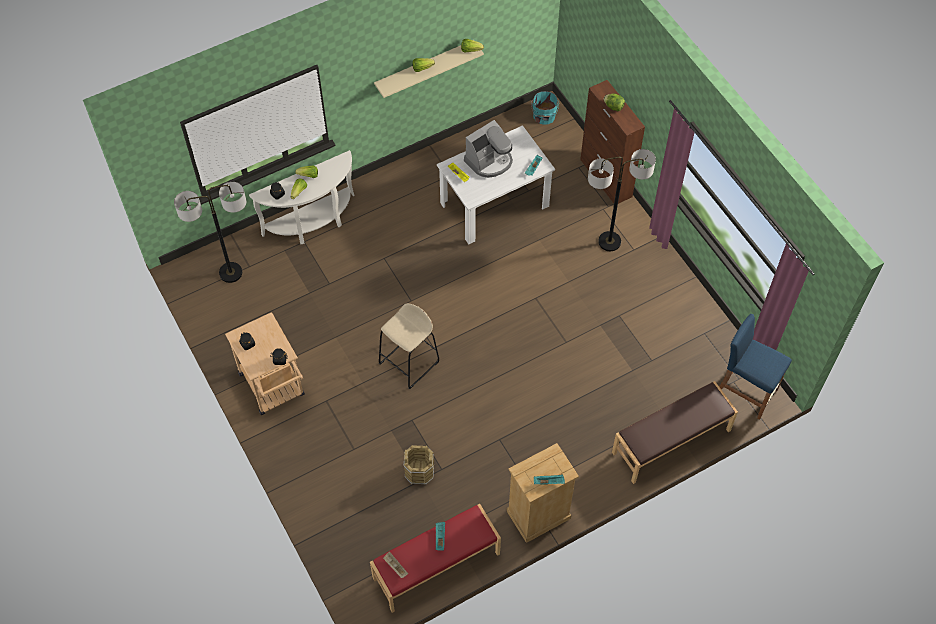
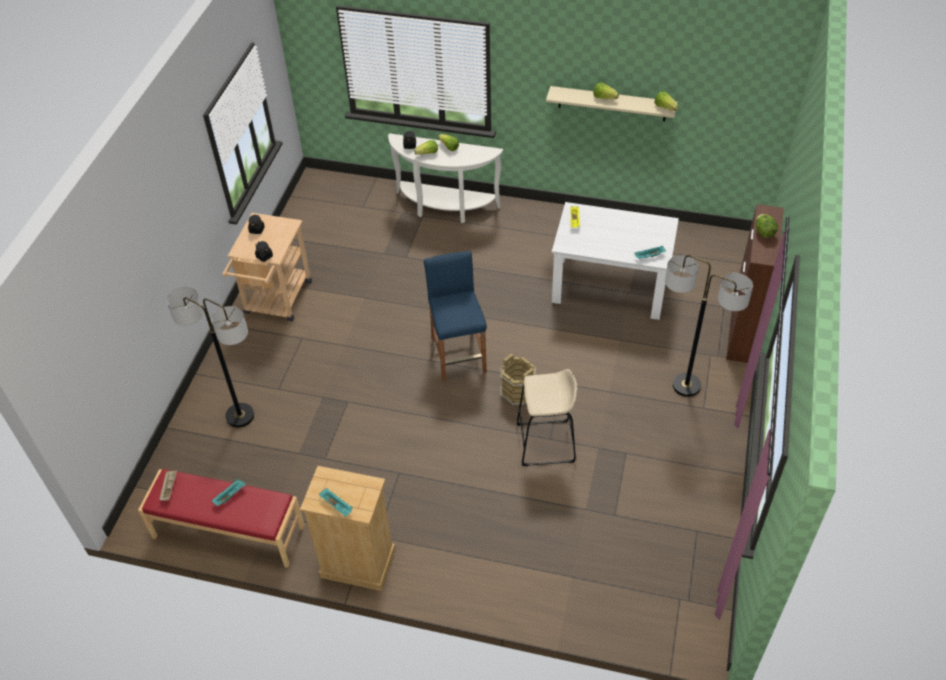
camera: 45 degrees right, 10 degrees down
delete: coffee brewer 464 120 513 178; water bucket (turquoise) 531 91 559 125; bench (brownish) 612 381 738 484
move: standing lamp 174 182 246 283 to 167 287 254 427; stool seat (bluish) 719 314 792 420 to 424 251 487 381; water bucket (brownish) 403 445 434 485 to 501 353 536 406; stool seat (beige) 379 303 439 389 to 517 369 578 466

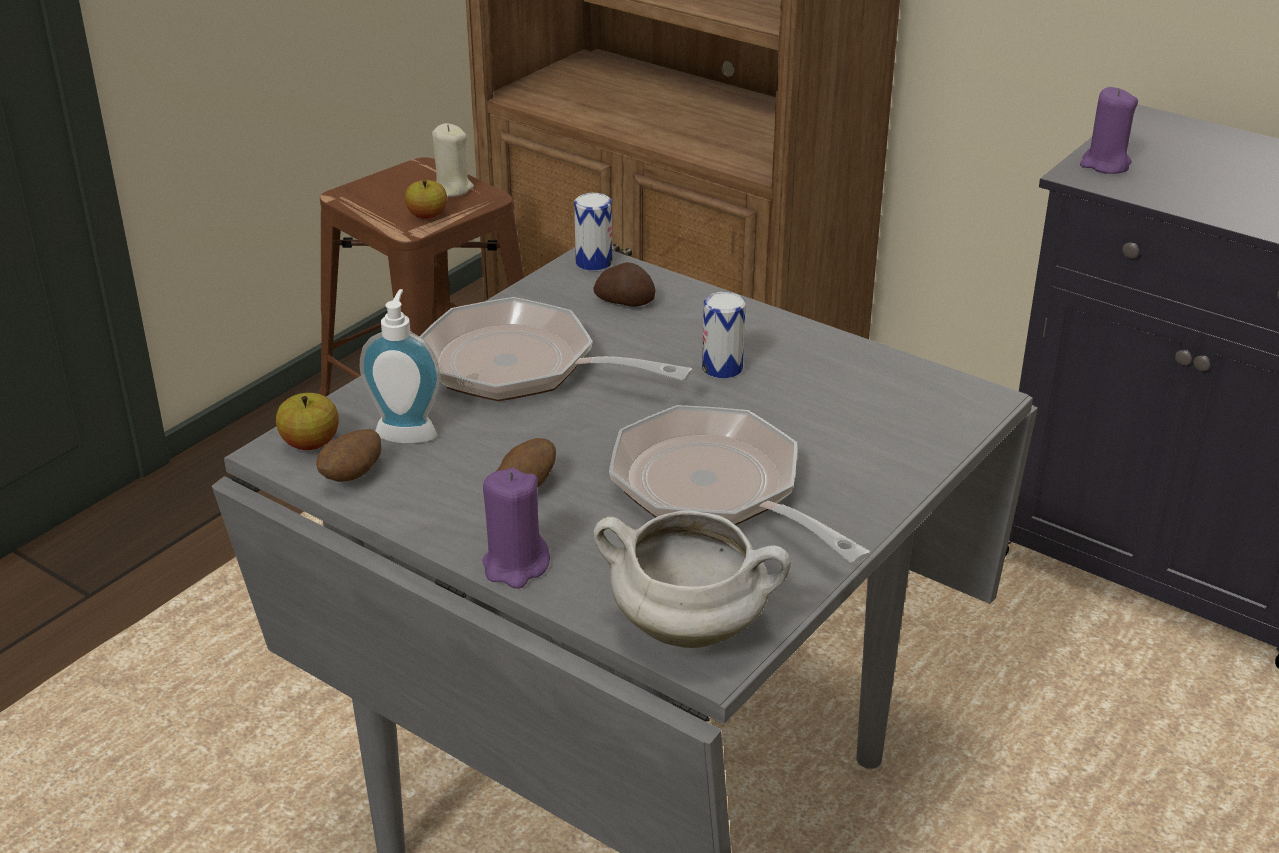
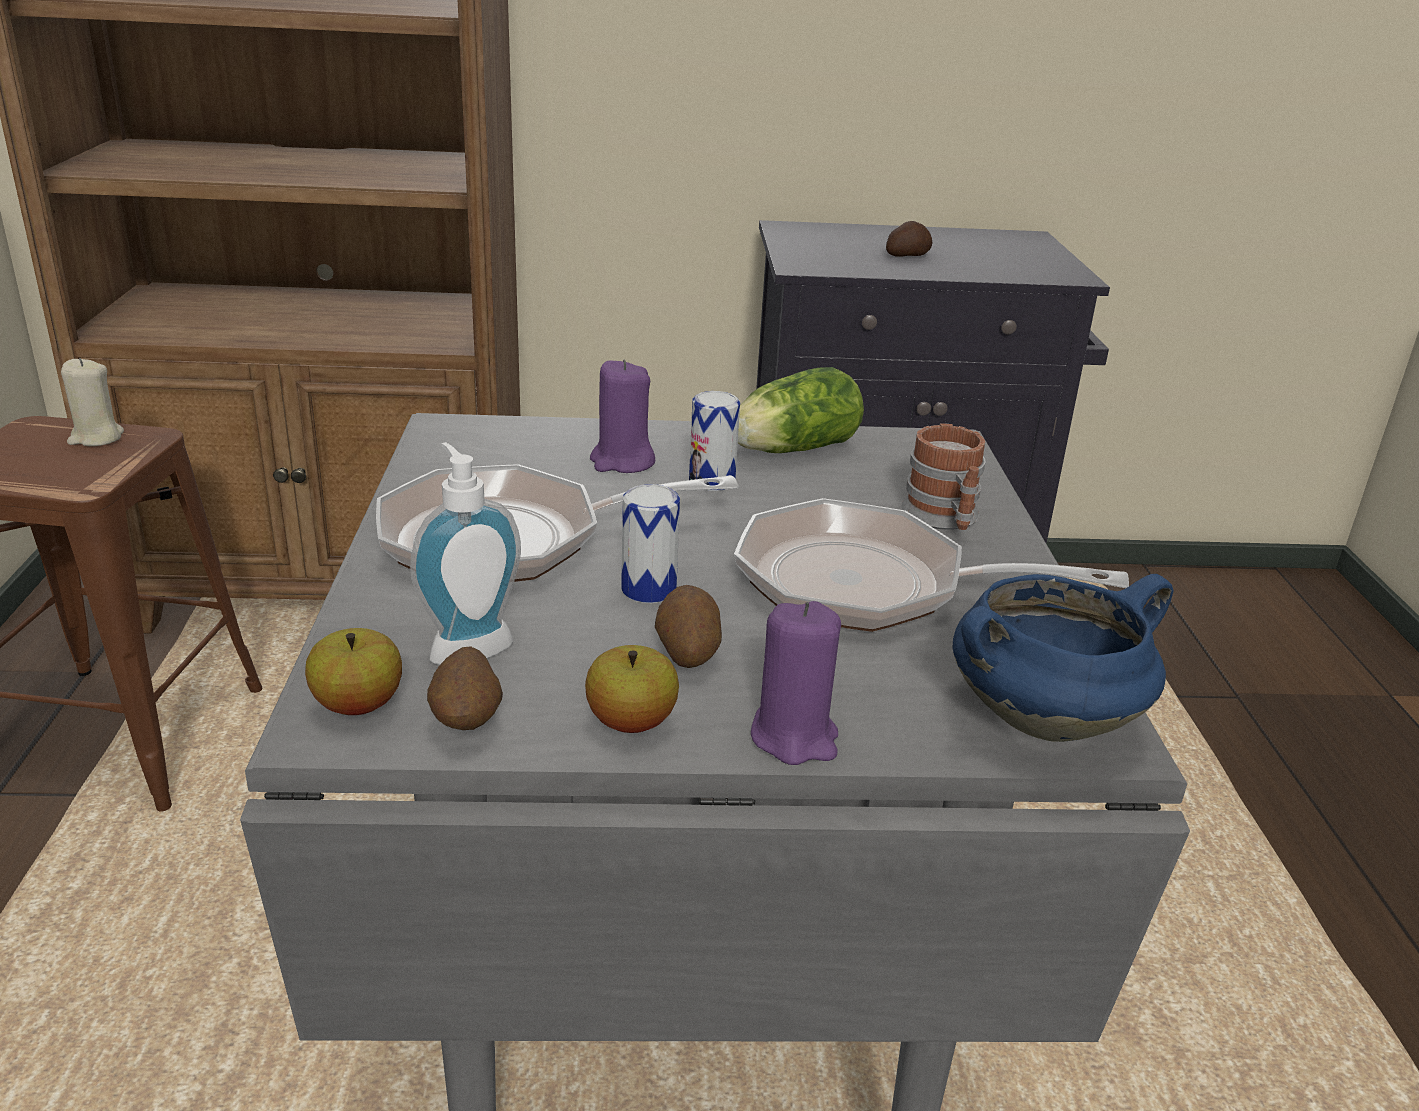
camera: 40 degrees left, 5 degrees down
insert: lettuce 738 367 864 453; coffee mug 901 424 986 530
move: whole apple 405 180 447 219 to 585 645 679 733; candle (purplish) 1080 87 1138 174 to 590 359 655 473; sealed can 574 193 612 271 to 621 484 680 603; whole potato 594 262 656 307 to 886 221 932 257
recolor: cooking pot (white-coloured) 593 510 791 648 to cooking pot (bluish) 953 574 1174 742

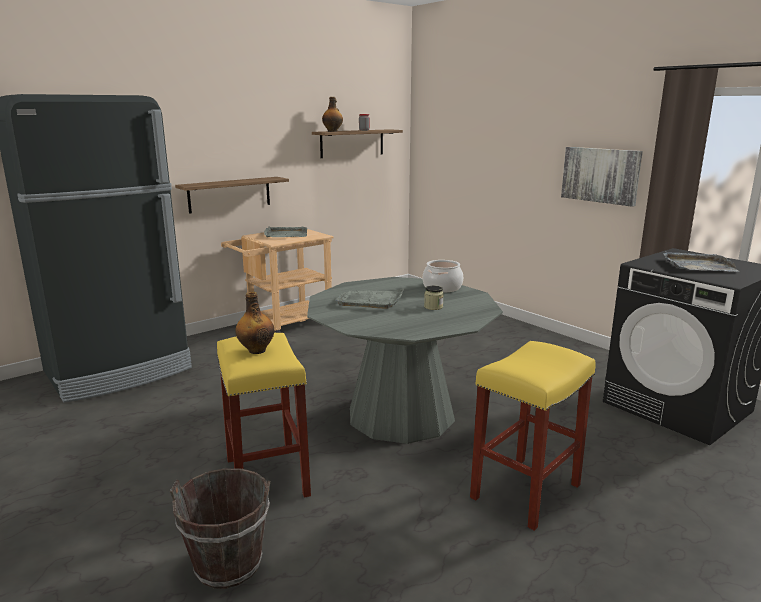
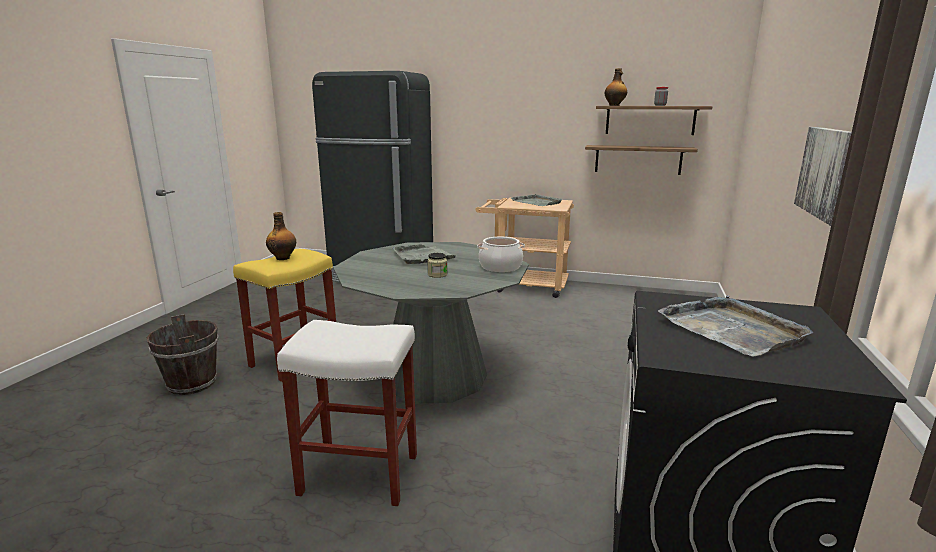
camera: 55 degrees right, 0 degrees up
move: bracket shelf 175 177 289 214 to 585 145 698 175
recolor: stool seat (yellowish) 470 341 596 531 to stool seat (white-coloured) 277 320 417 506

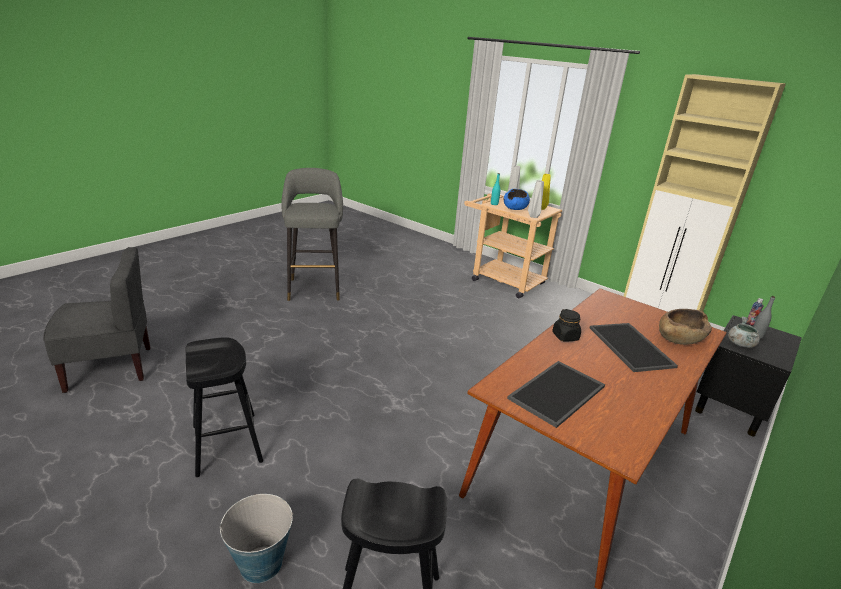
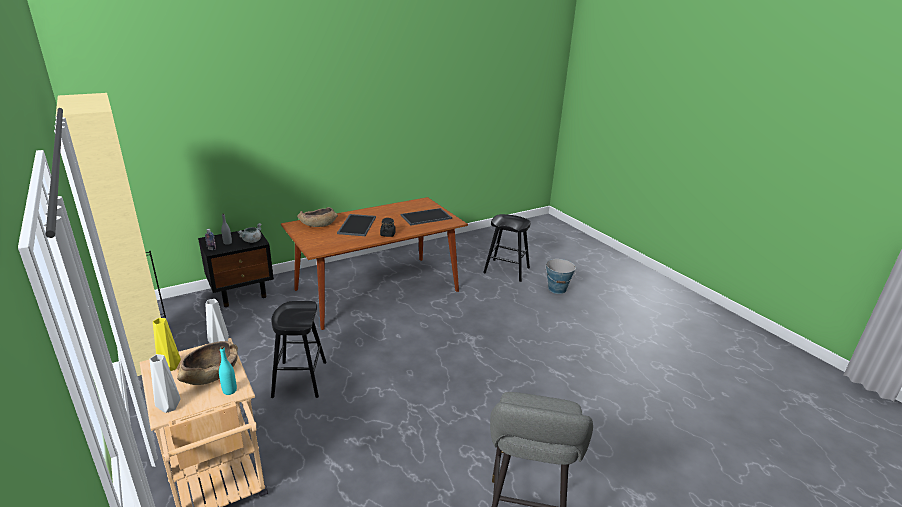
camera: 160 degrees left, 0 degrees up
delete: chair (grey) 43 247 151 393
move: stool seat (black) 185 337 263 477 to 271 301 327 398
recolor: serving bowl (bluish) 504 189 530 210 to serving bowl (brownish) 177 341 238 385

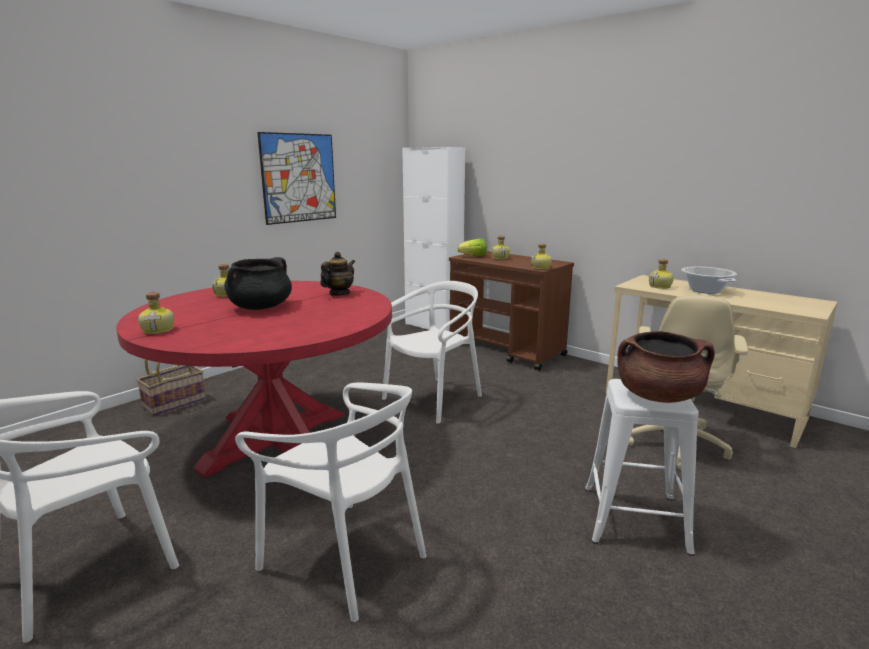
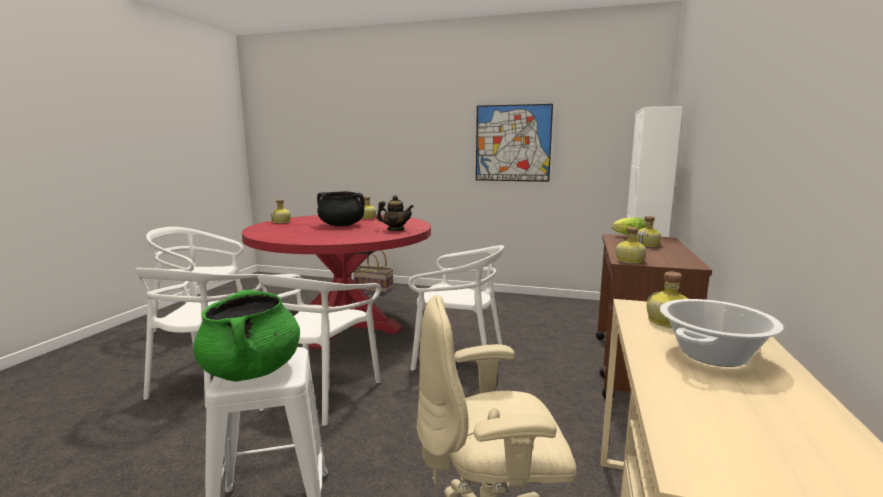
camera: 65 degrees right, 5 degrees down
insert: chair (white-coloured) 257 274 381 426
recolor: cooking pot (brownish) 617 331 715 403 to cooking pot (green-coloured) 193 290 300 382

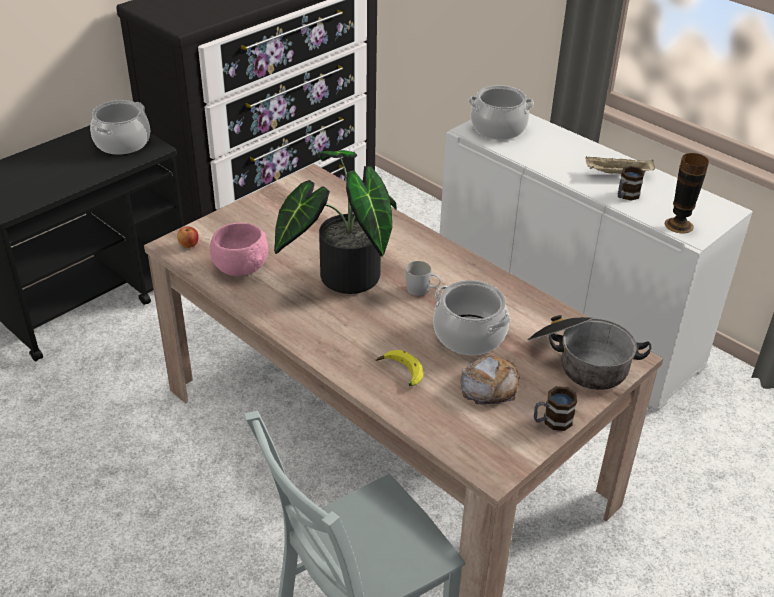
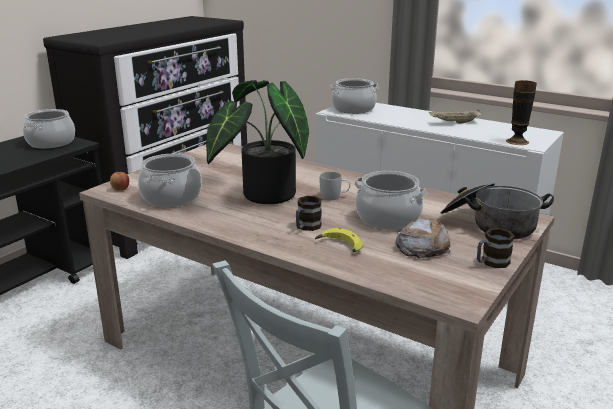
camera: 10 degrees left, 15 degrees down
move: coffee mug 618 166 645 201 to 296 196 322 231
replace: serving bowl (pink) 210 223 268 276 to cooking pot 138 154 202 207

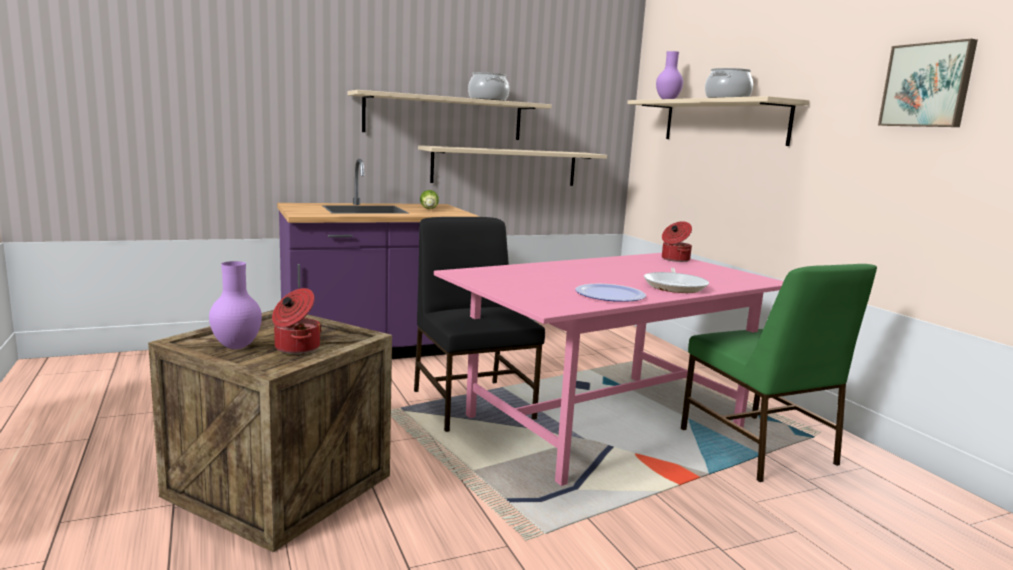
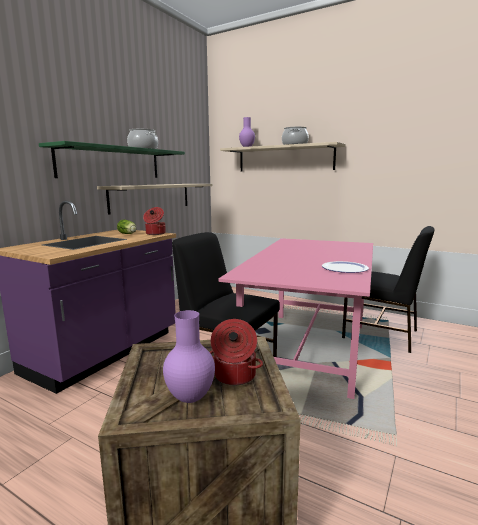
camera: 35 degrees left, 0 degrees up
delete: skillet 644 268 709 293; wall art 878 39 978 127
move: cooking pot 662 221 692 262 to 143 207 166 235
recolor: bracket shelf (beige) 348 90 552 140 to bracket shelf (green-coloured) 39 141 185 178; chair (green-coloured) 681 264 877 482 to chair (black) 342 226 434 353

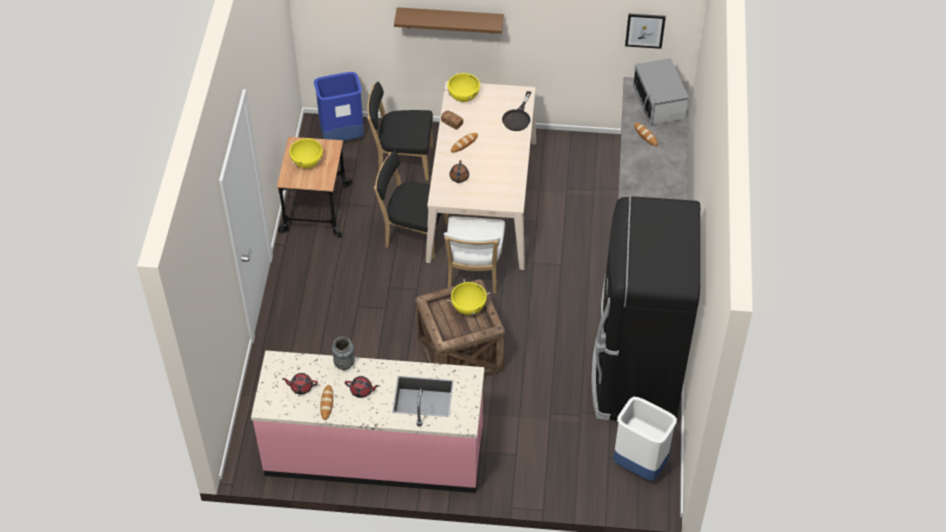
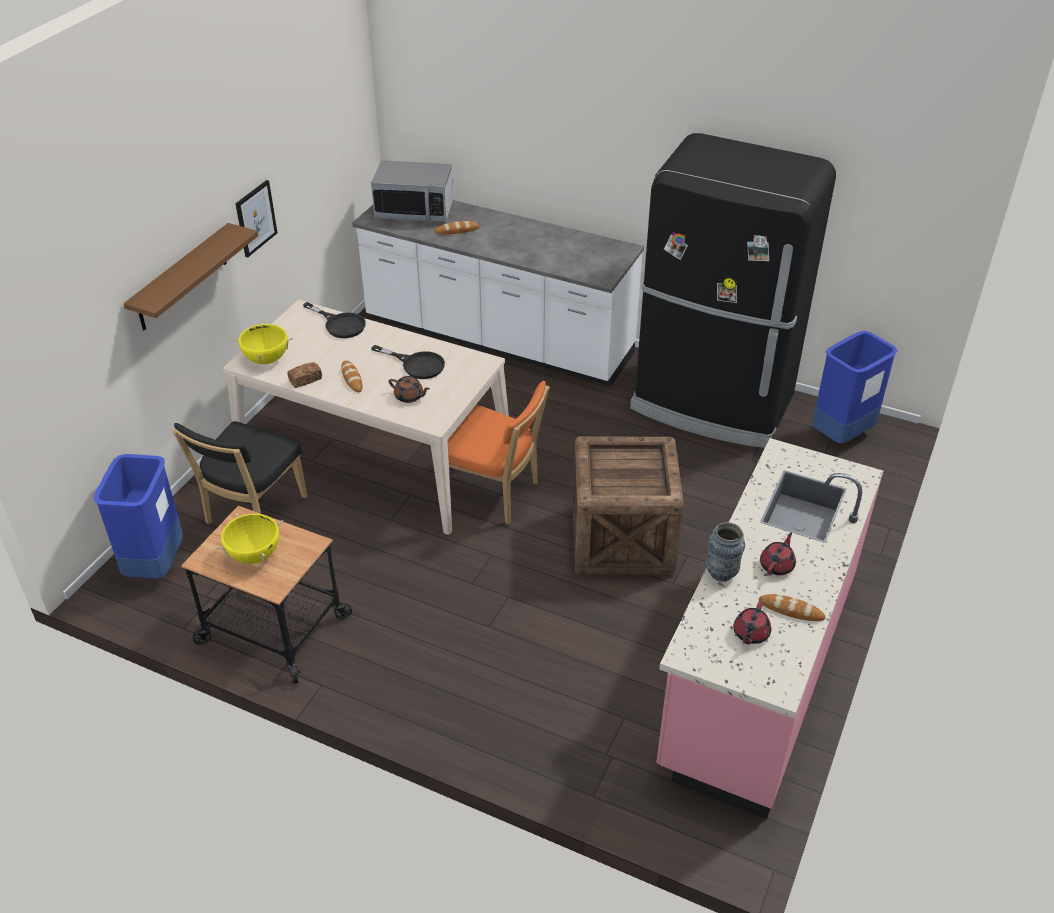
camera: 70 degrees left, 10 degrees down
delete: chair (black) 374 150 449 259; cooking pot (yellowish) 447 279 491 316
insert: skillet (black) 371 345 445 379
move: wall art 625 14 666 49 to 235 180 277 257
recolor: chair (white-coloured) 444 216 505 294 to chair (orangey) 447 381 549 524; rubbish bin (white-coloured) 613 397 677 481 to rubbish bin (bluish) 812 331 898 444

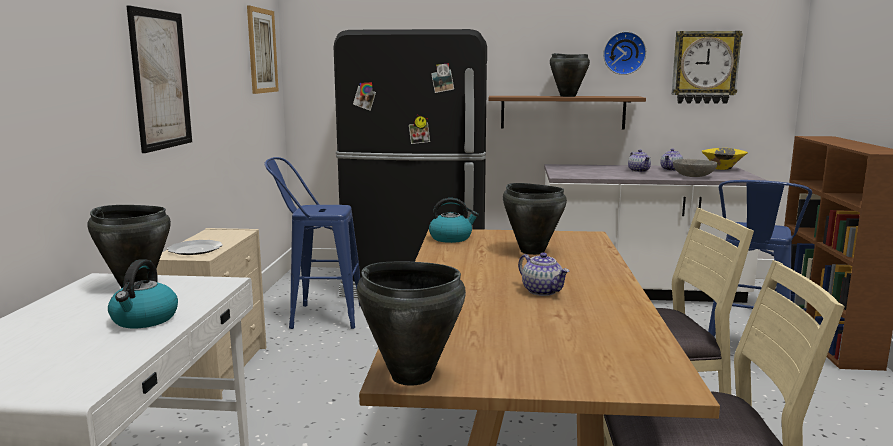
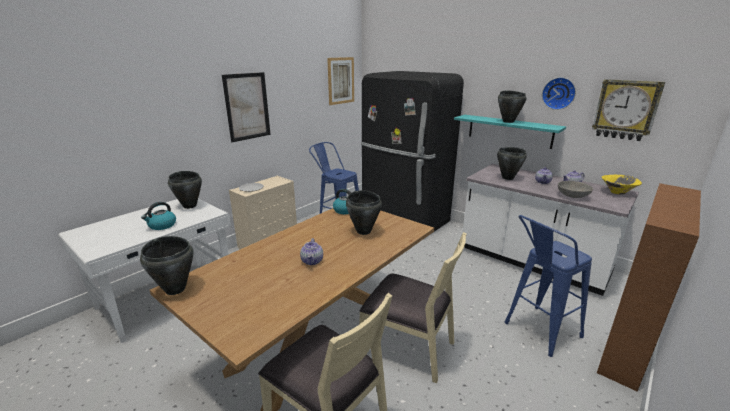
camera: 35 degrees right, 10 degrees up
insert: cooking pot (black) 497 147 527 180
recolor: bracket shelf (brownish) 488 96 646 130 to bracket shelf (turquoise) 454 115 566 149

